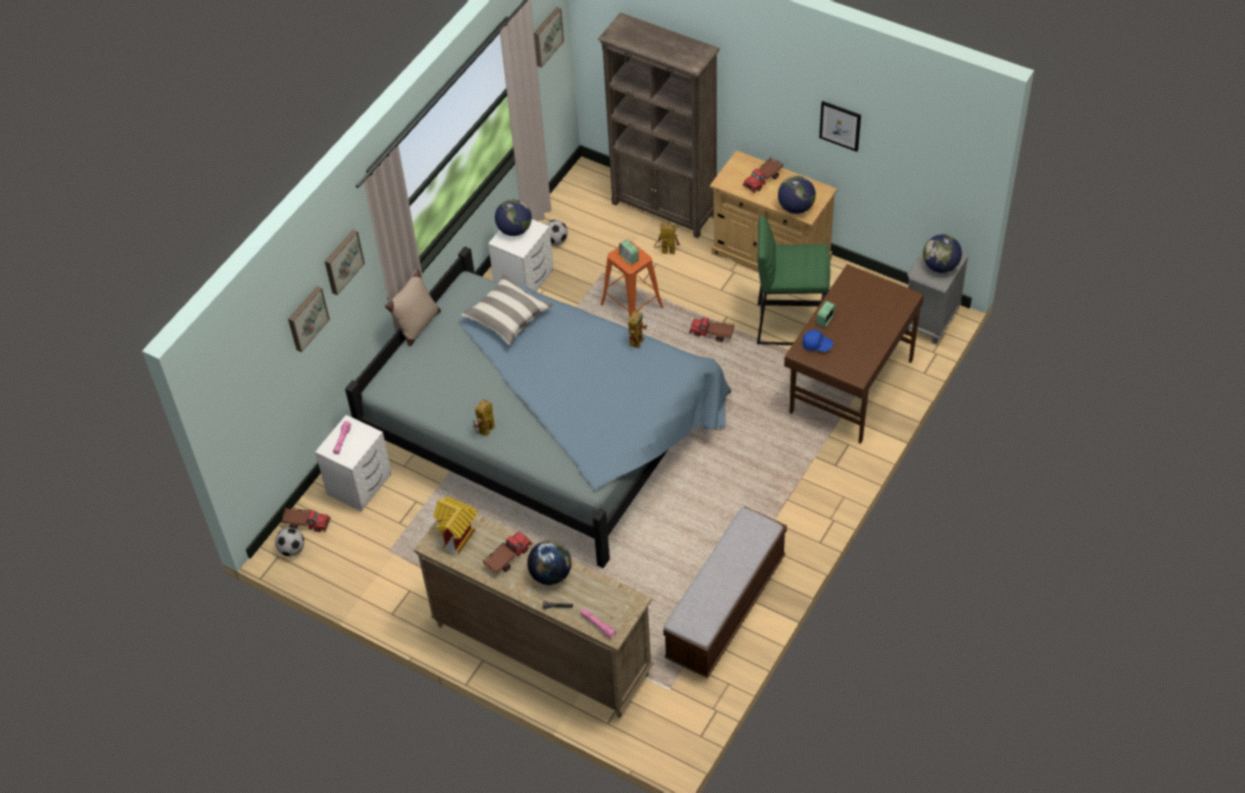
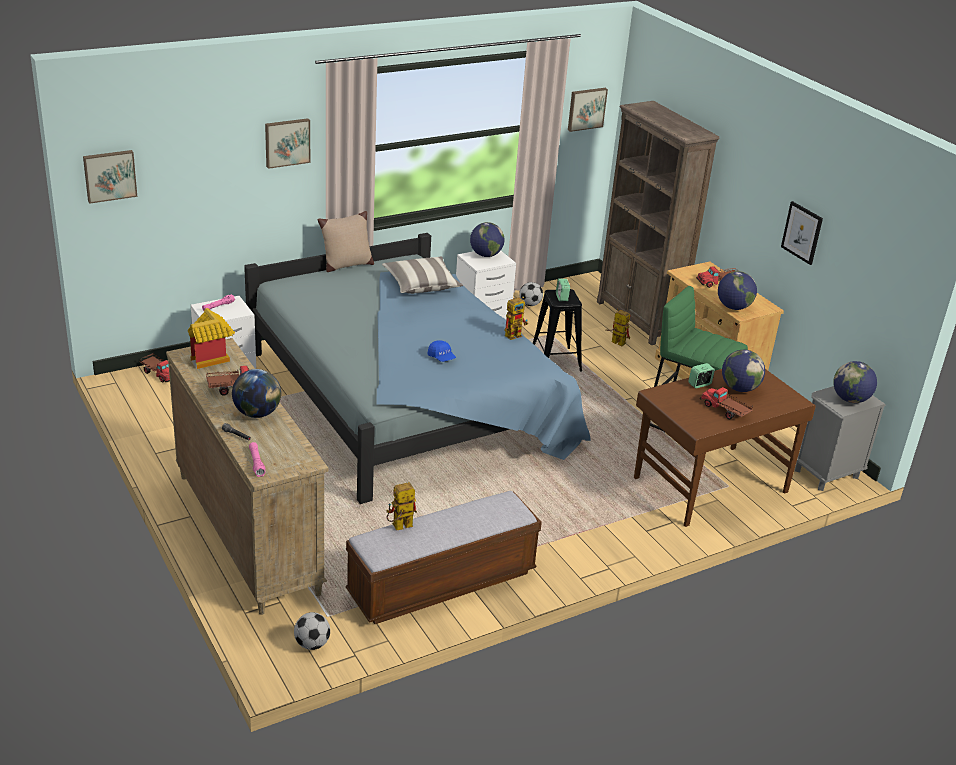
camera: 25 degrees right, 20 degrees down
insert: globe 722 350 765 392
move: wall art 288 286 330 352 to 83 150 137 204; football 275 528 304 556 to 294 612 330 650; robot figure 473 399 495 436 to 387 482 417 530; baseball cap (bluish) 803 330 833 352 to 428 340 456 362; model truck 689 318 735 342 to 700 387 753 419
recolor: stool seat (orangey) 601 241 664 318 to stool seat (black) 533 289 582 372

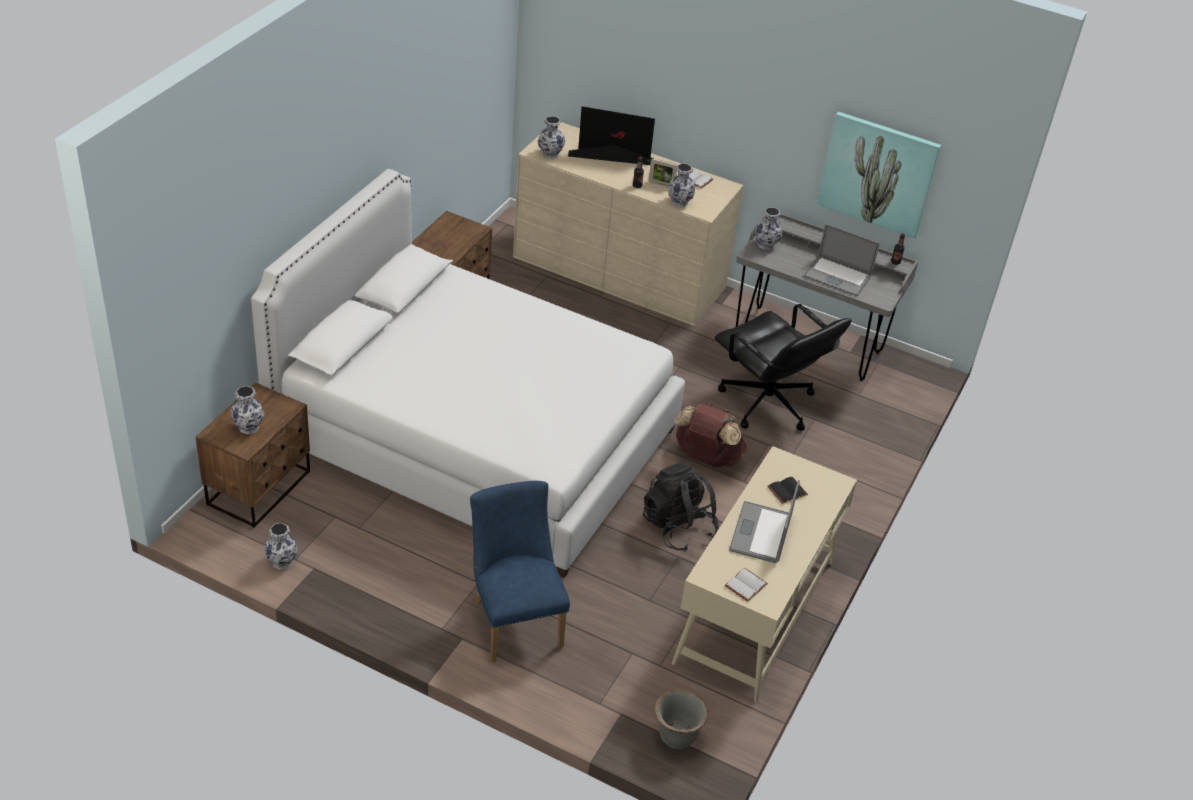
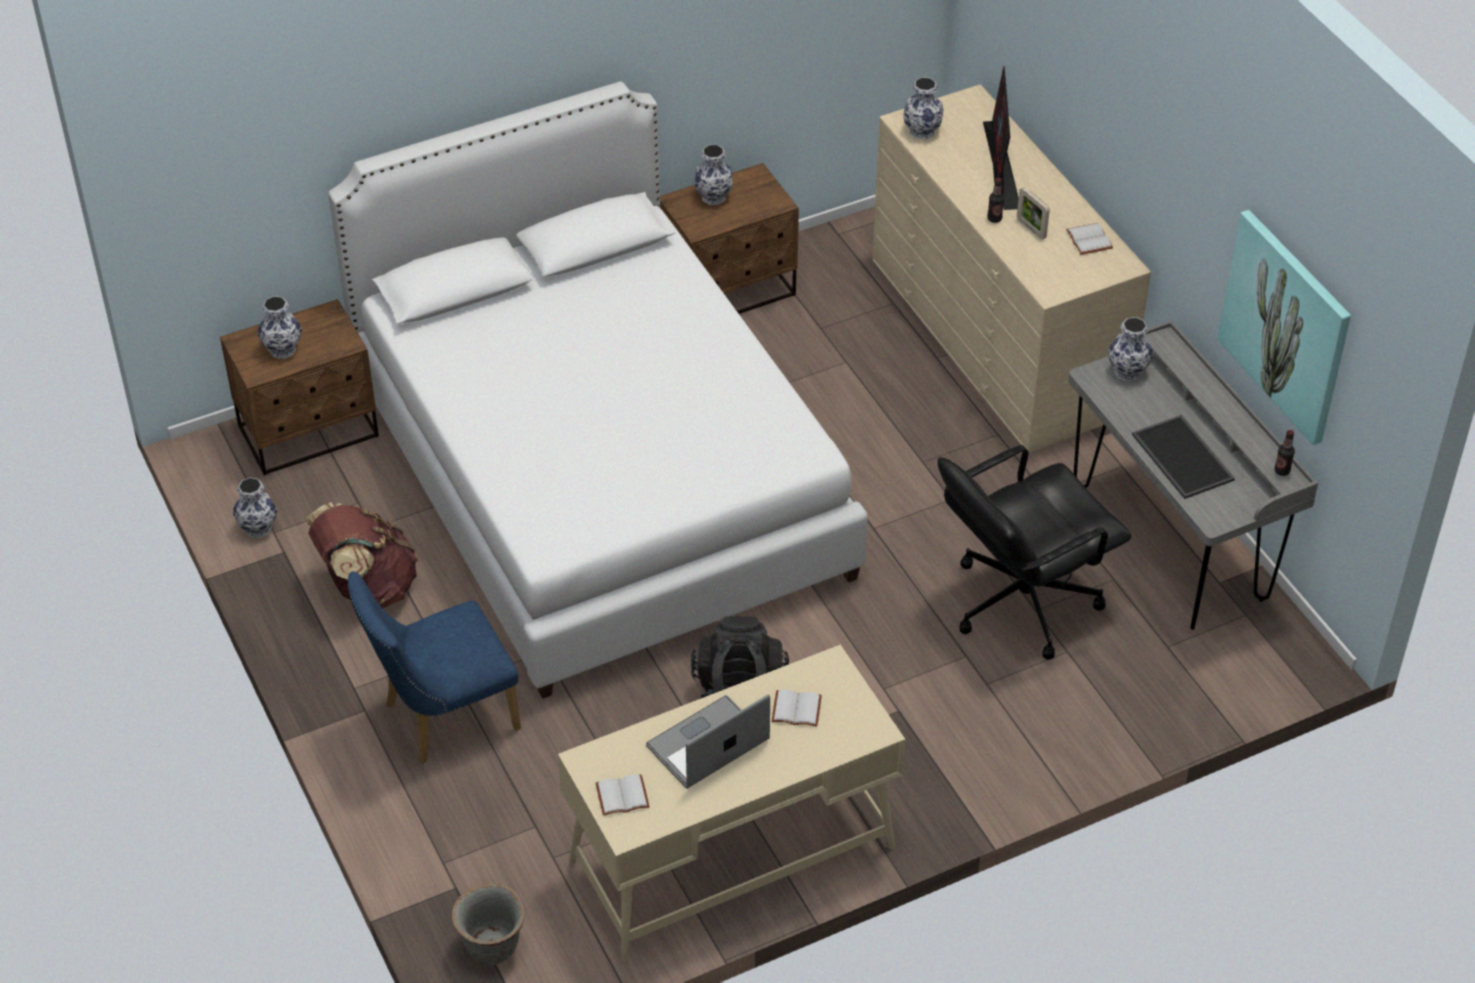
camera: 40 degrees right, 5 degrees up
move: rucksack (brownish) 674 403 747 467 to 305 503 418 608; vase 668 163 695 207 to 694 145 733 205
replace: portable computer 804 224 880 296 to tray 1132 415 1235 499
recolor: volume (black) 767 477 808 504 to volume (white-coloured) 772 690 822 727
rotate: chair (bluish) 470 481 570 662 = 347 571 521 764 135 degrees counterclockwise; computer chair (black) 715 304 852 431 = 938 445 1131 660 60 degrees clockwise; computer display 568 106 655 165 = 983 66 1019 210 135 degrees counterclockwise

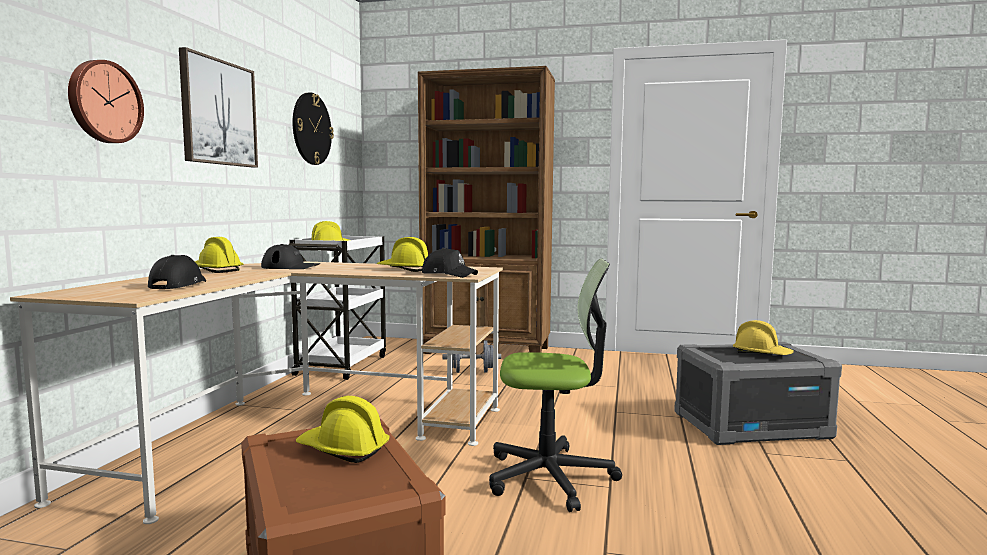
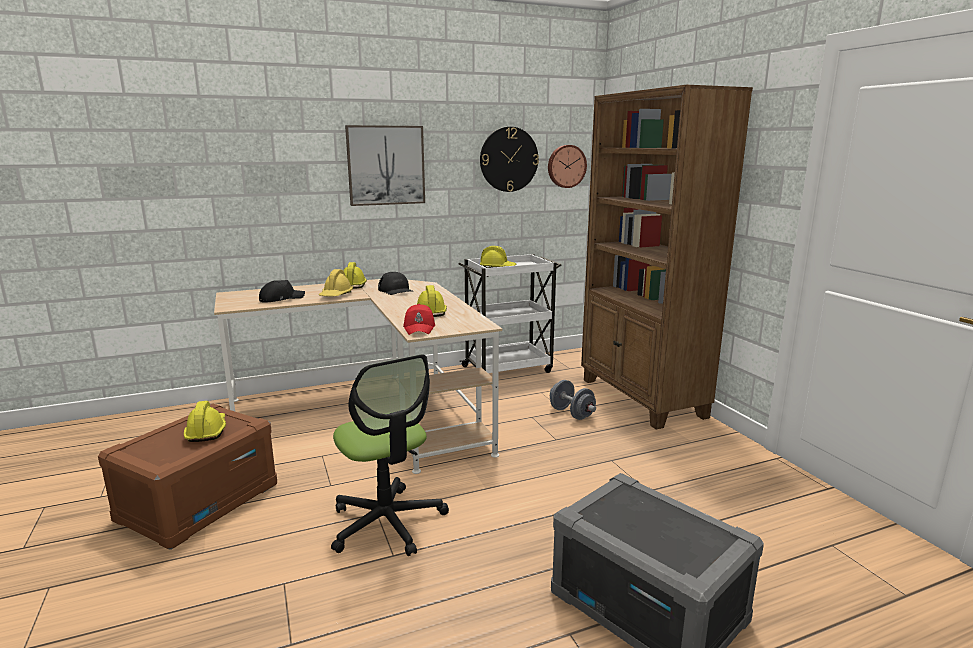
camera: 55 degrees right, 10 degrees up
move: work helmet (yellowish) 733 320 794 355 to 319 269 353 296; clock on the wall 68 60 144 143 to 548 145 587 188
recolor: baseball cap (black) 422 248 478 278 to baseball cap (red) 403 304 435 335

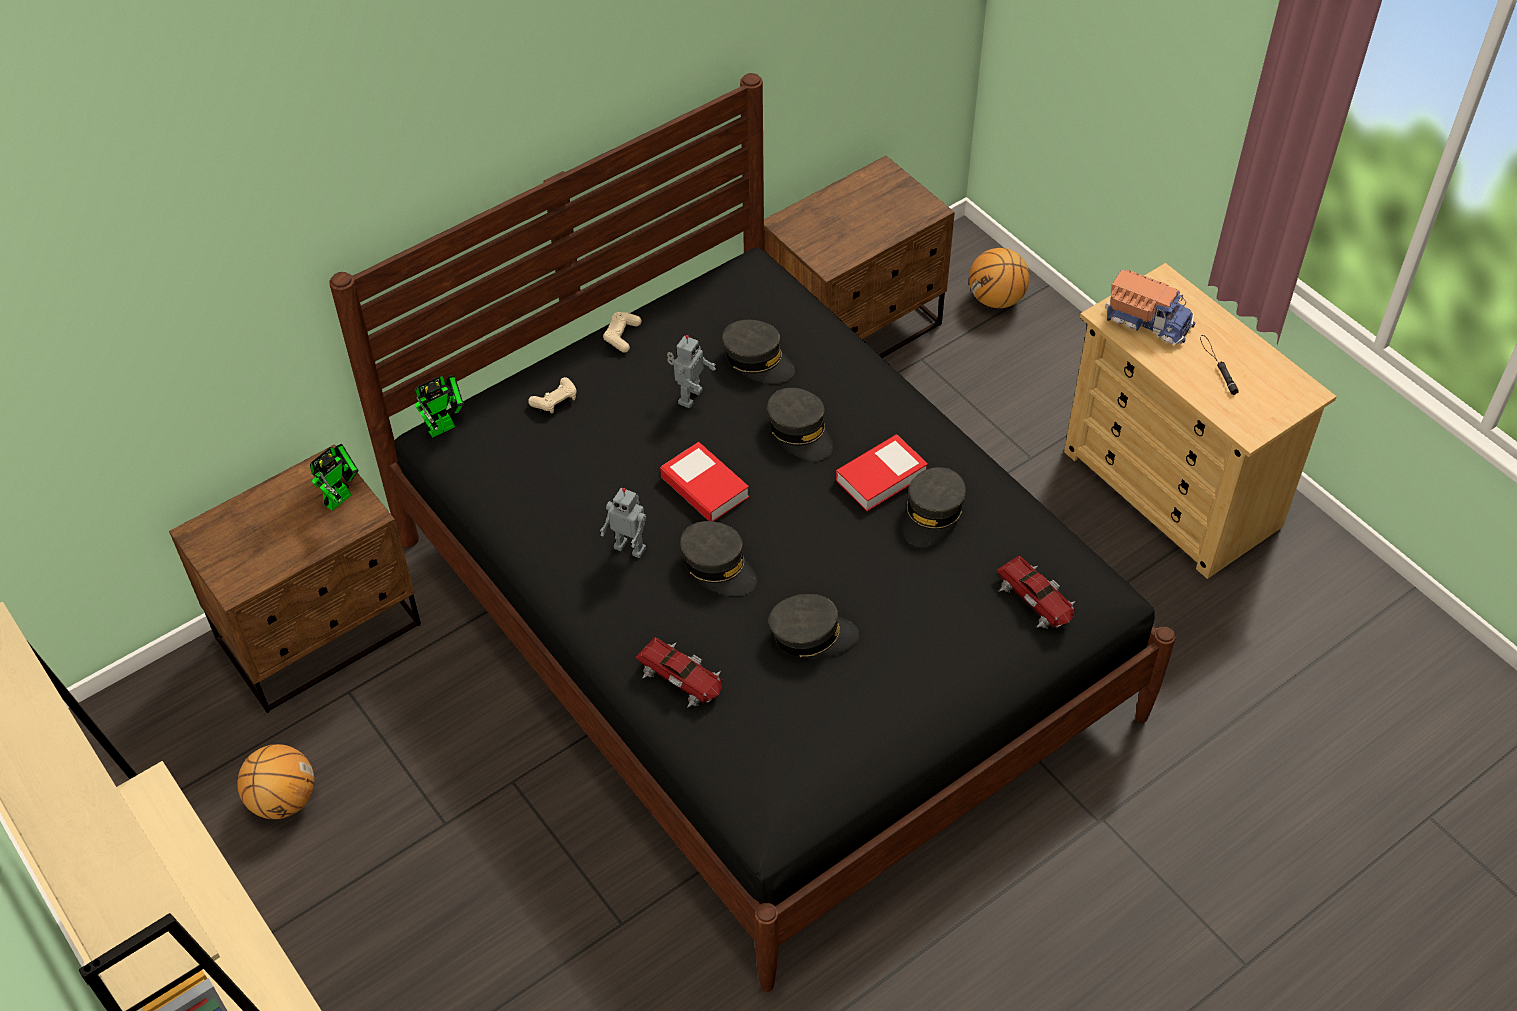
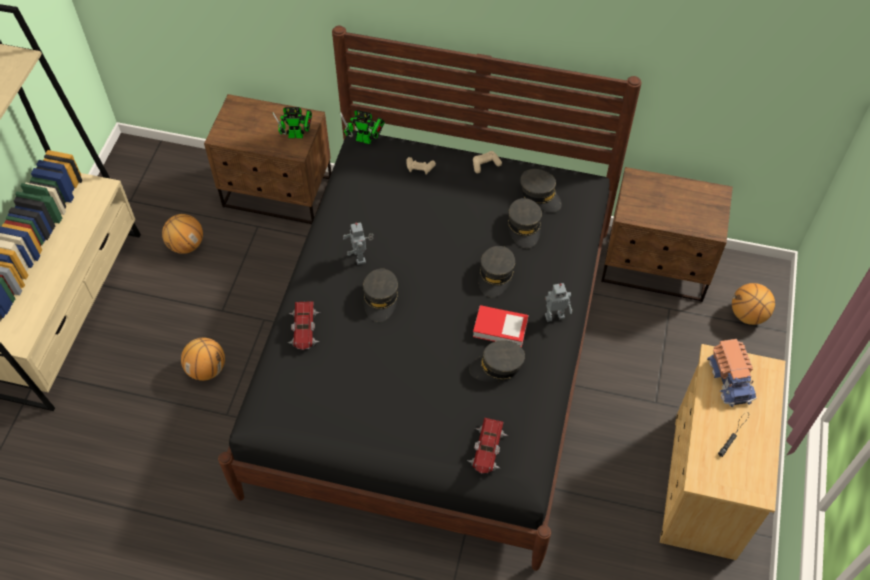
camera: 50 degrees right, 5 degrees up
delete: volume 660 442 749 521
insert: basketball 181 338 225 381
move: baseball cap (grey) 769 594 859 659 to 520 169 562 212; robot figure 667 335 716 408 to 545 283 572 322

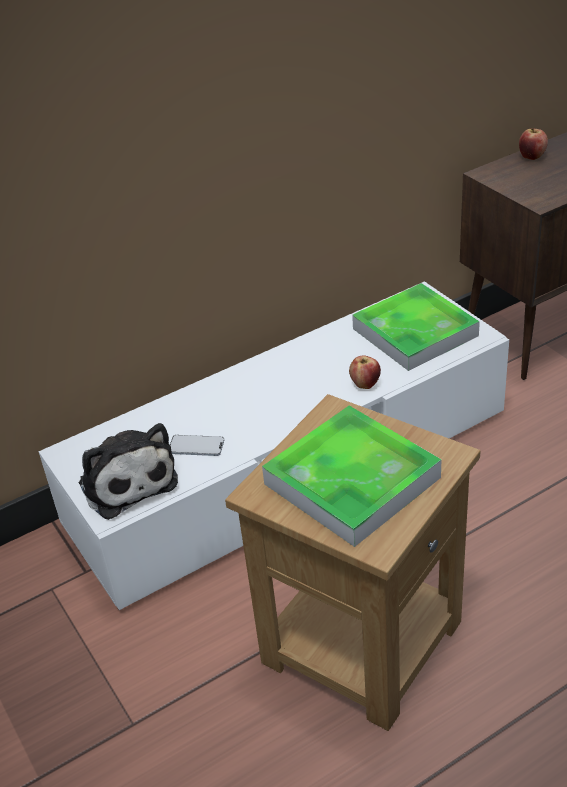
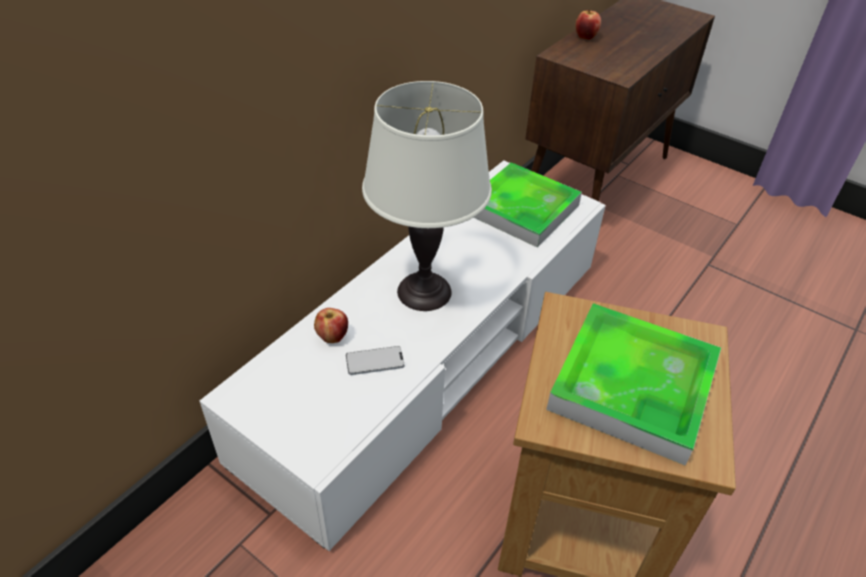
camera: 25 degrees left, 5 degrees up
delete: cuddly toy 79 423 178 520
insert: table lamp (white-coloured) 362 81 492 311
move: whole apple 349 355 381 389 to 314 308 348 343

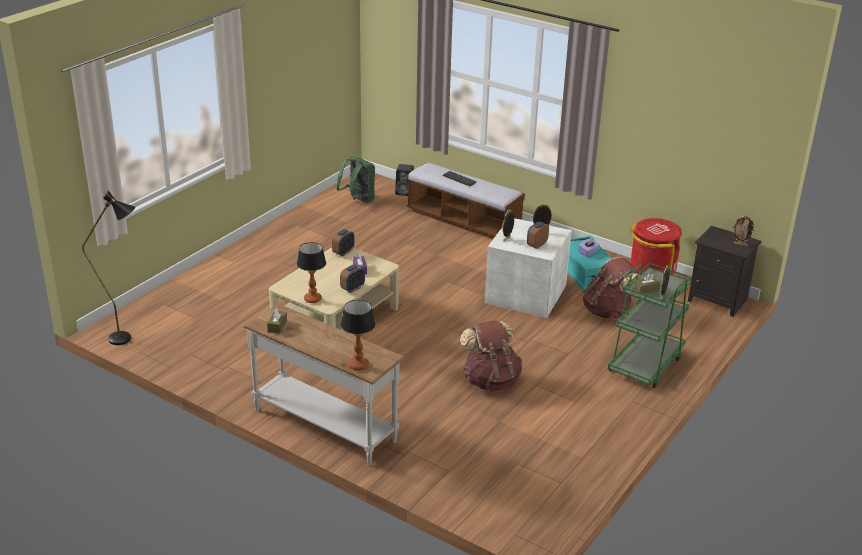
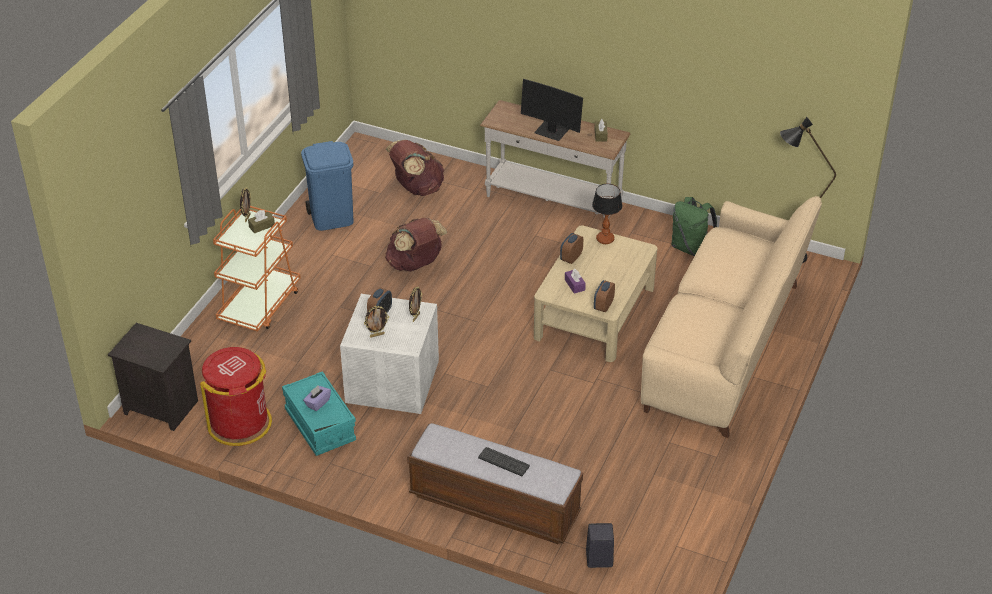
camera: 170 degrees right, 10 degrees up
delete: table lamp 341 300 375 370; standing frame 732 215 755 246
insert: rubbish bin (bluish) 301 141 354 231; computer display 521 79 583 141; settee (beige) 641 196 822 438
move: rucksack (brownish) 583 257 640 318 to 386 140 445 196; rucksack (green-coloured) 336 156 375 203 to 671 197 717 256
recolor: cart (green-coloured) 608 263 692 388 to cart (orangey) 213 206 301 332

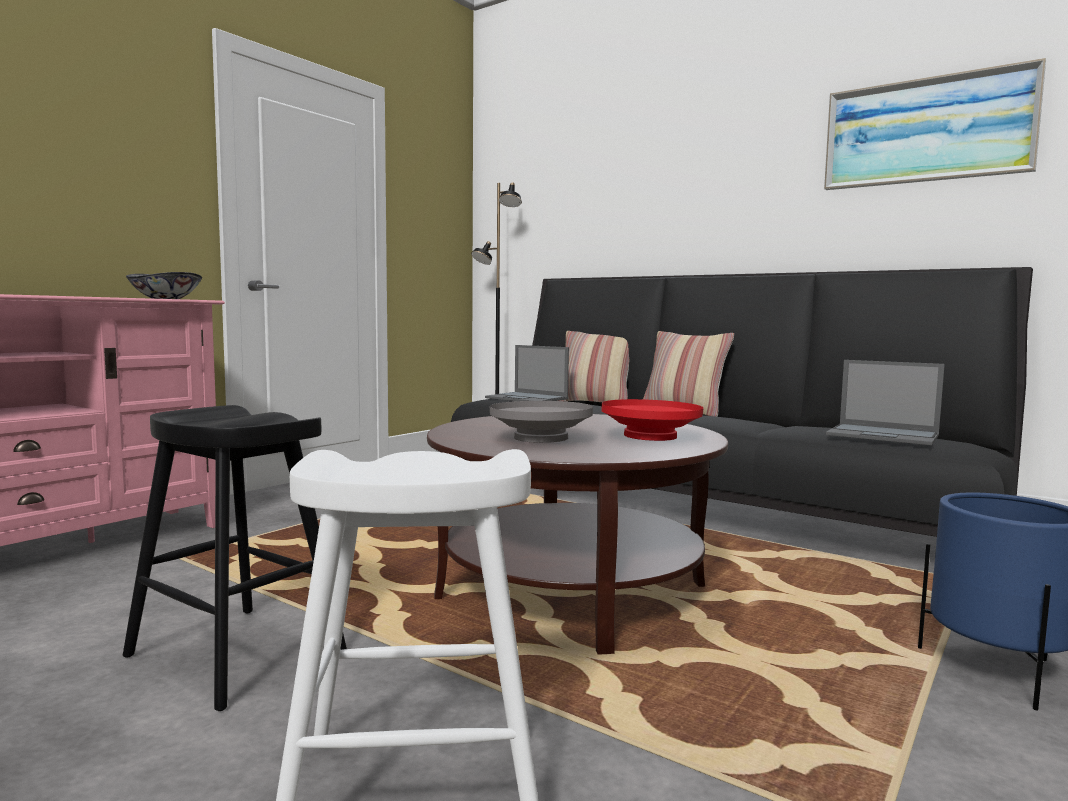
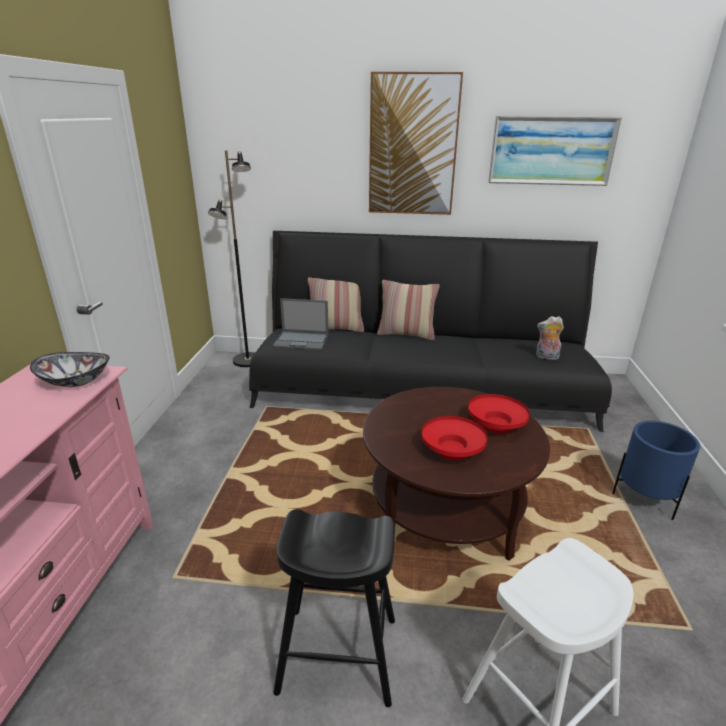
camera: 30 degrees left, 20 degrees up
insert: wall art 369 72 463 215
replace: portable computer 826 360 945 445 to cuddly toy 536 316 564 360
recolor: serving bowl (grey) 490 401 593 443 to serving bowl (red) 422 416 488 460

